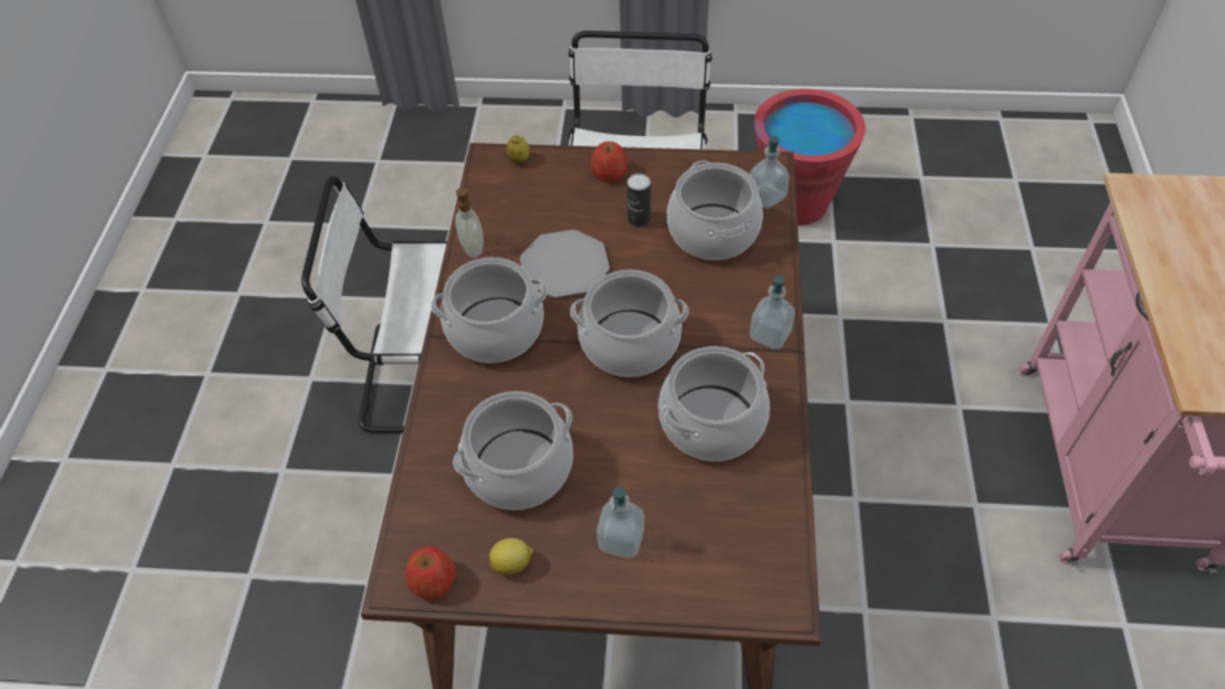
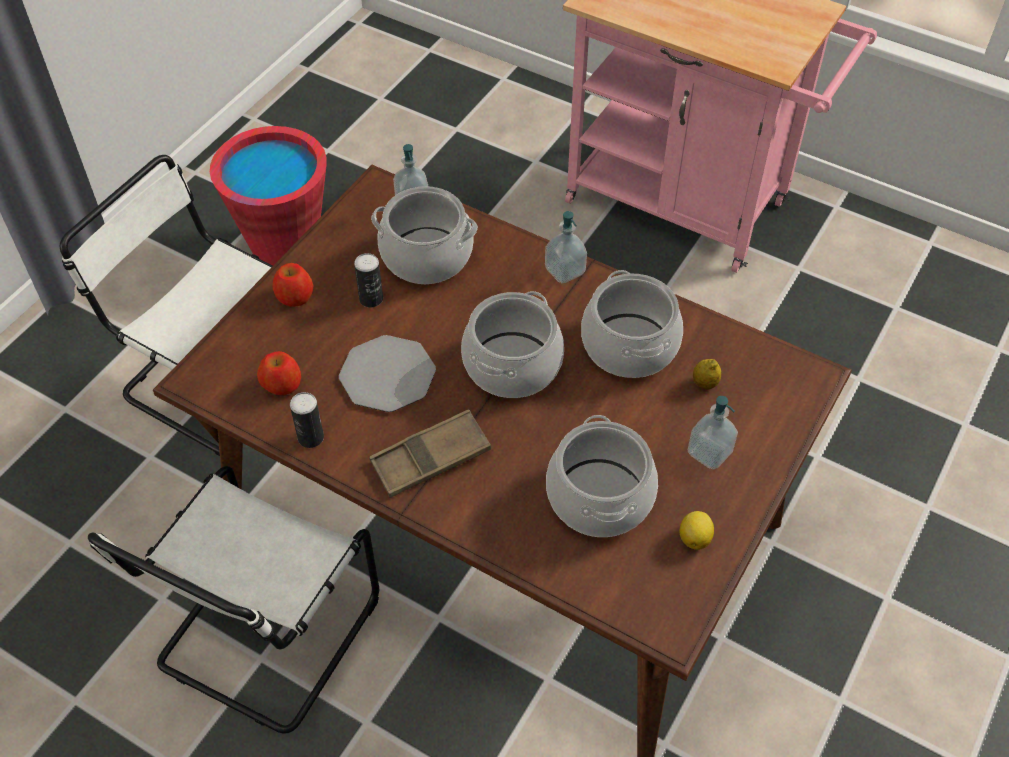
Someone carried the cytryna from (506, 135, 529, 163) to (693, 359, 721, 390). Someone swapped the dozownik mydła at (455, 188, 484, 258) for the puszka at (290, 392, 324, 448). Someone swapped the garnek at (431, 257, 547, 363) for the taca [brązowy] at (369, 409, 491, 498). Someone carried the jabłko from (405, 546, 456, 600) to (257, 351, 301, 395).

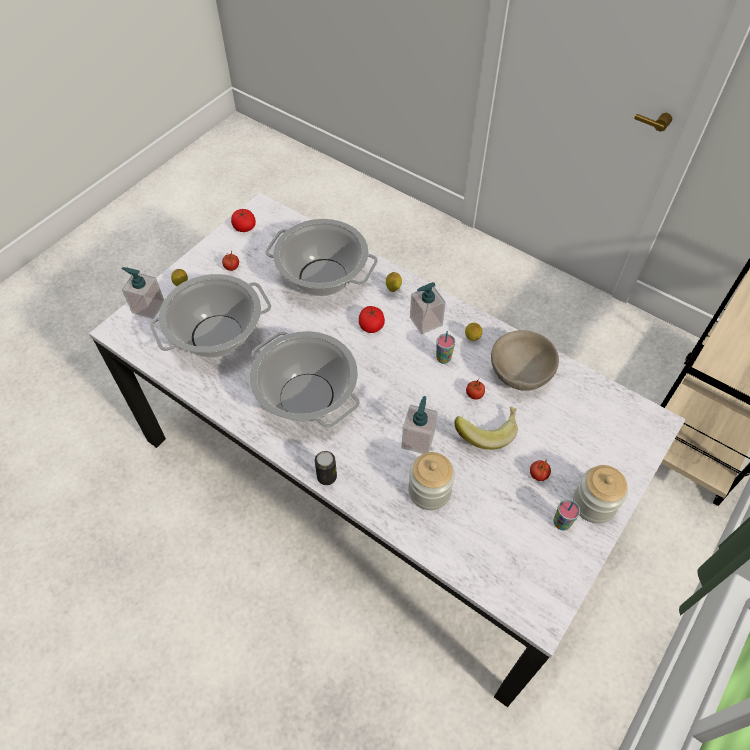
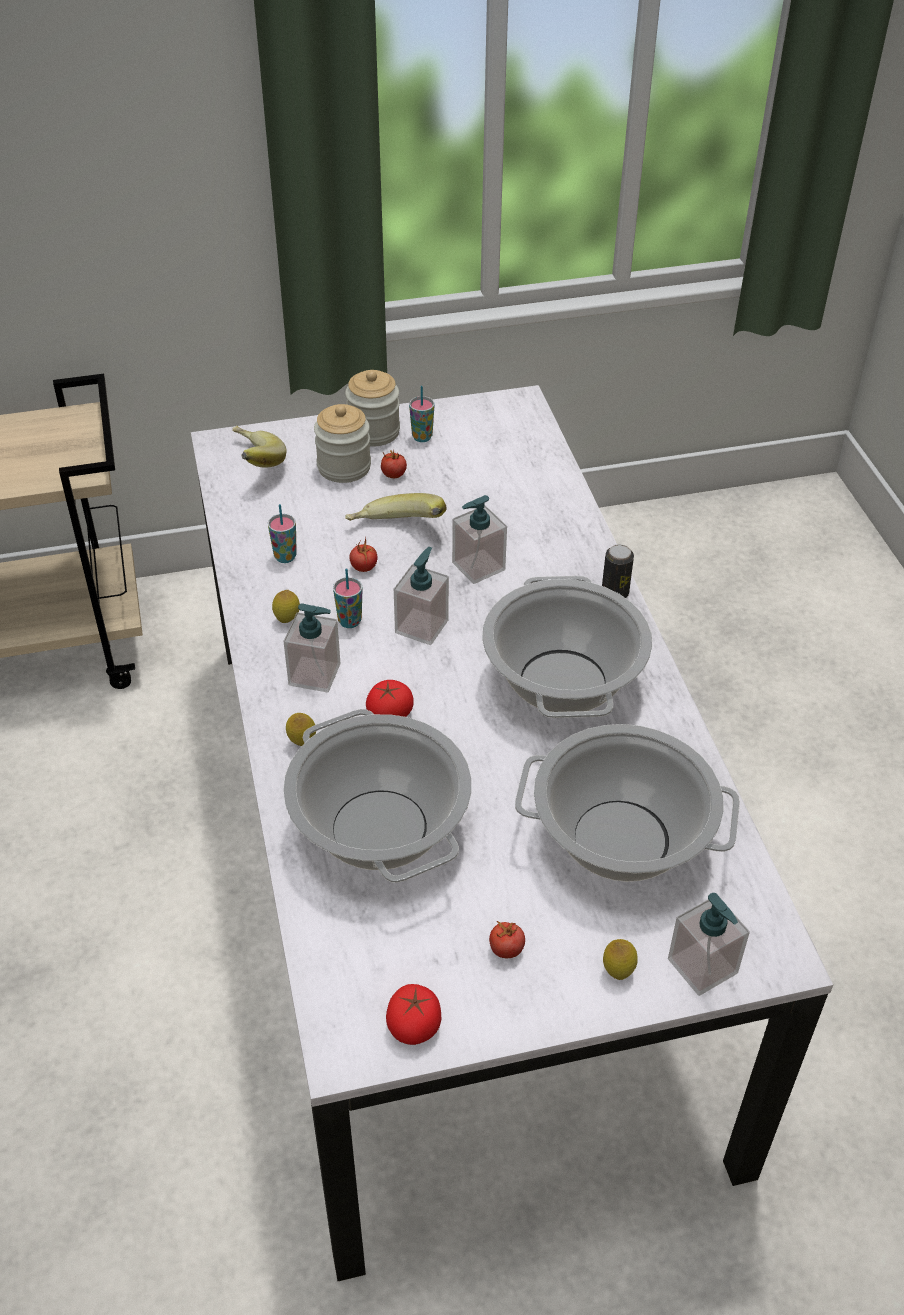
Someone swapped the miska [beżowy] at (491, 330, 559, 391) for the filiżanka at (268, 504, 297, 563). Someone carried the słoik from (408, 452, 455, 510) to (314, 404, 371, 483). Someone put down the banan at (232, 426, 287, 468). Someone put down the dozownik mydła at (394, 547, 449, 645).

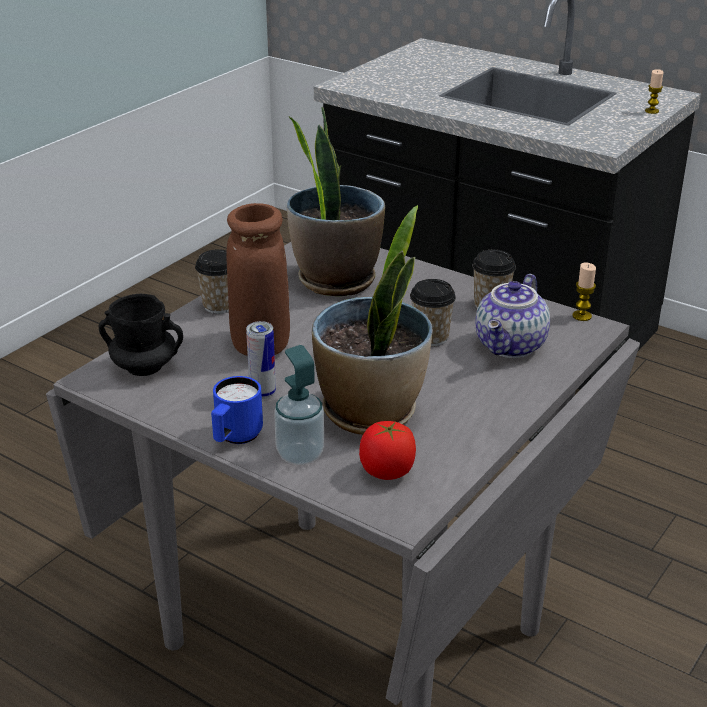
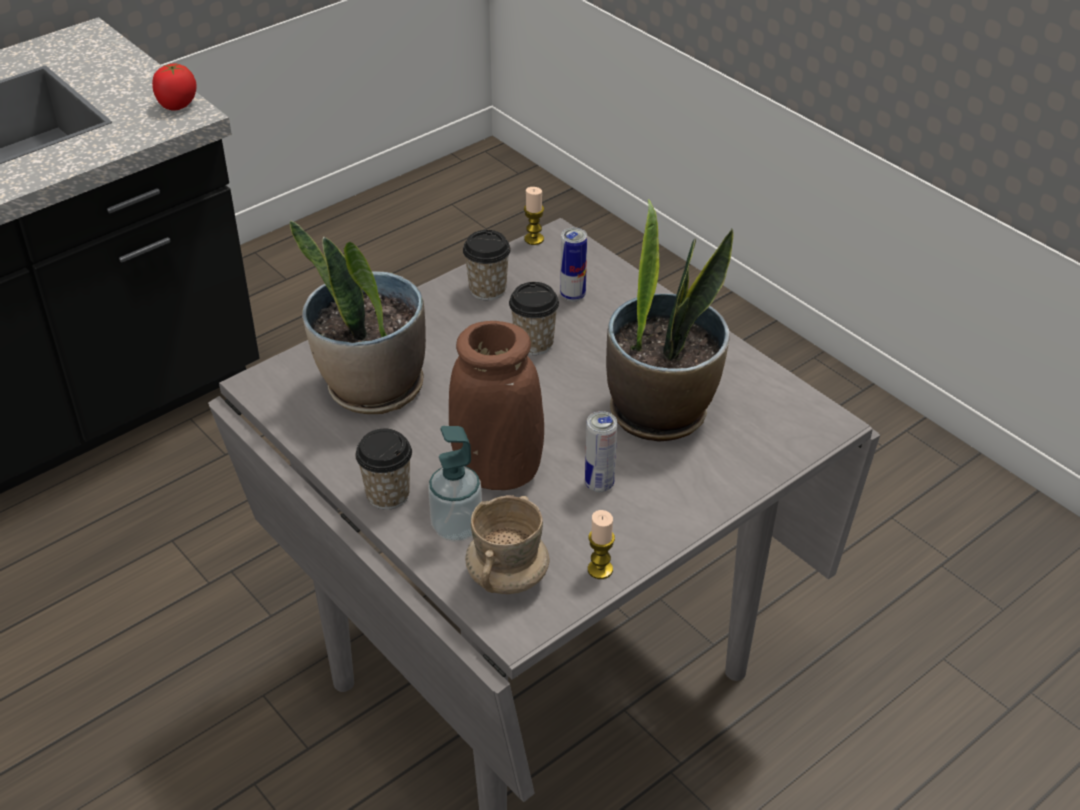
Someone carried the świeca from (645, 69, 664, 114) to (588, 510, 615, 579). Someone swapped the imbryk at (475, 274, 550, 358) for the puszka at (560, 227, 587, 302). Someone repainted the kubek [czarny] at (99, 294, 183, 376), which became the kubek [beżowy] at (465, 495, 550, 594). Someone carried the dozownik mydła from (274, 345, 324, 465) to (428, 426, 482, 542). Someone took away the kubek [niebieski] at (211, 376, 263, 444). Someone carried the pomidor from (359, 421, 416, 480) to (152, 63, 197, 111).

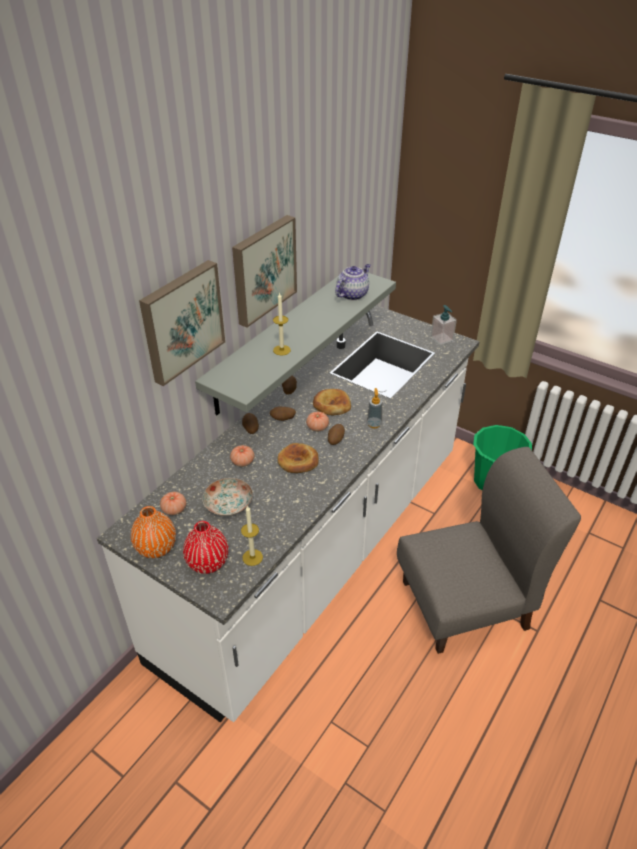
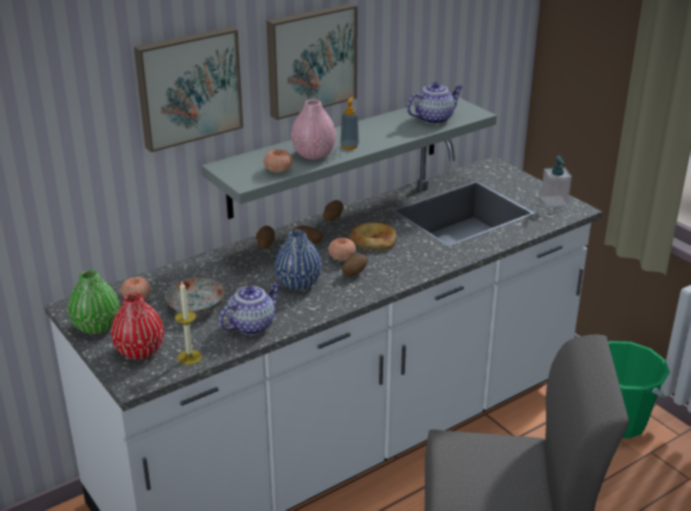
Someone swapped the świeca at (273, 292, 291, 355) for the wazon [różowy] at (291, 99, 336, 160). Someone carried the dozownik mydła from (367, 388, 382, 428) to (340, 97, 359, 150). Someone swapped the chleb at (278, 443, 319, 473) for the wazon [niebieski] at (275, 230, 322, 290). Someone carried the pomidor from (230, 445, 254, 467) to (264, 149, 293, 173). Someone repainted the wazon [pomarańczowy] at (131, 506, 176, 558), which became the wazon [zielony] at (68, 270, 120, 334). Someone put down the imbryk at (218, 282, 281, 335).

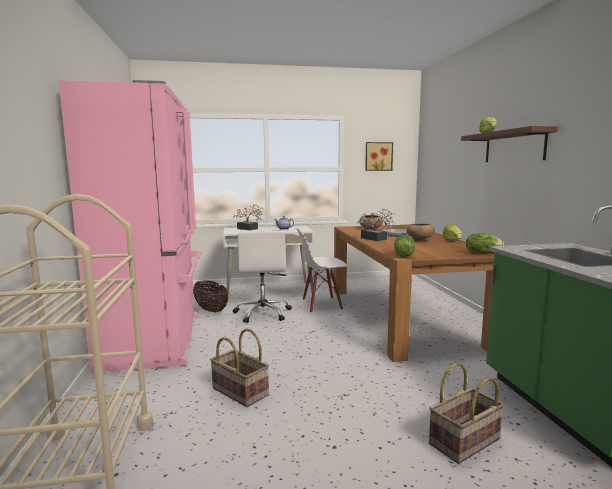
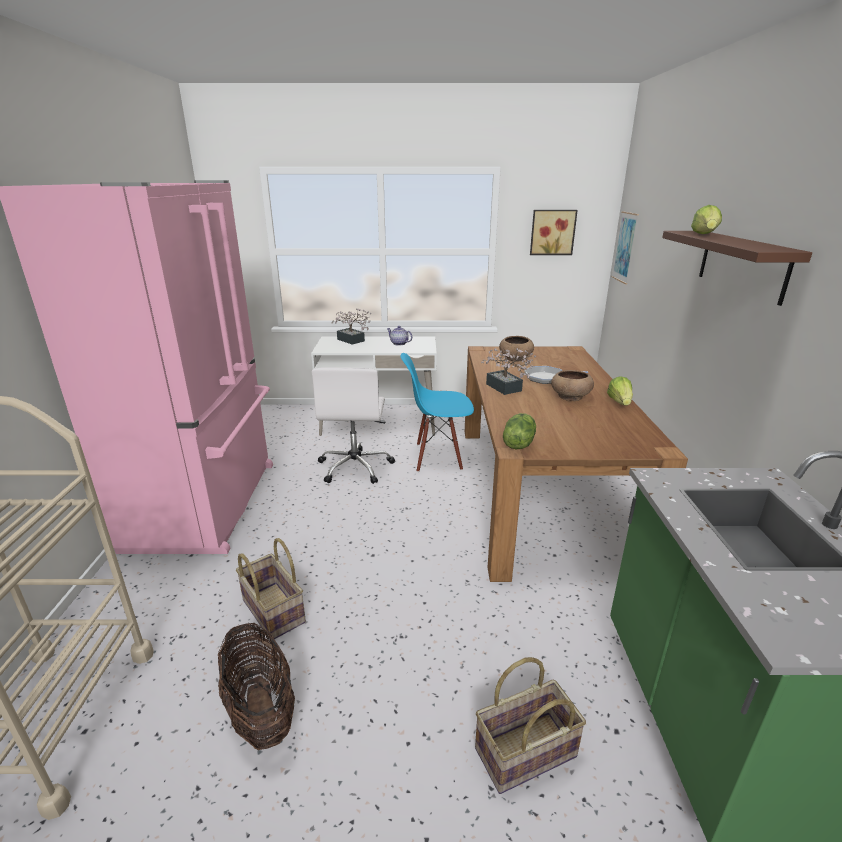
Someone repainted the krzesło [biały] at (294, 227, 348, 313), which became the krzesło [niebieski] at (401, 353, 474, 472). Someone took away the sałata at (466, 233, 504, 254). Someone carried the koszyk from (193, 280, 228, 312) to (218, 623, 295, 750). Someone put up the obraz at (611, 211, 639, 285).

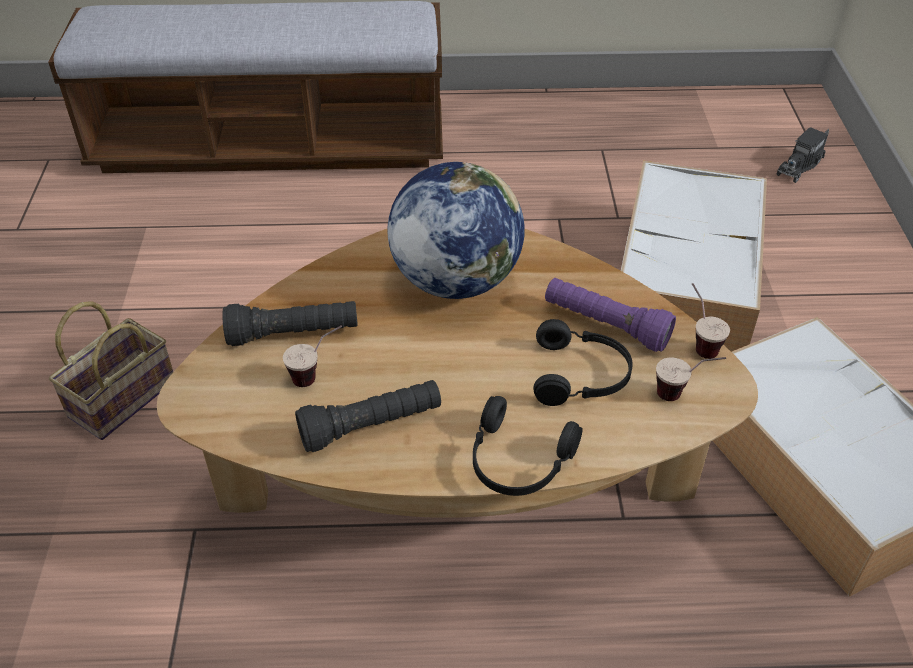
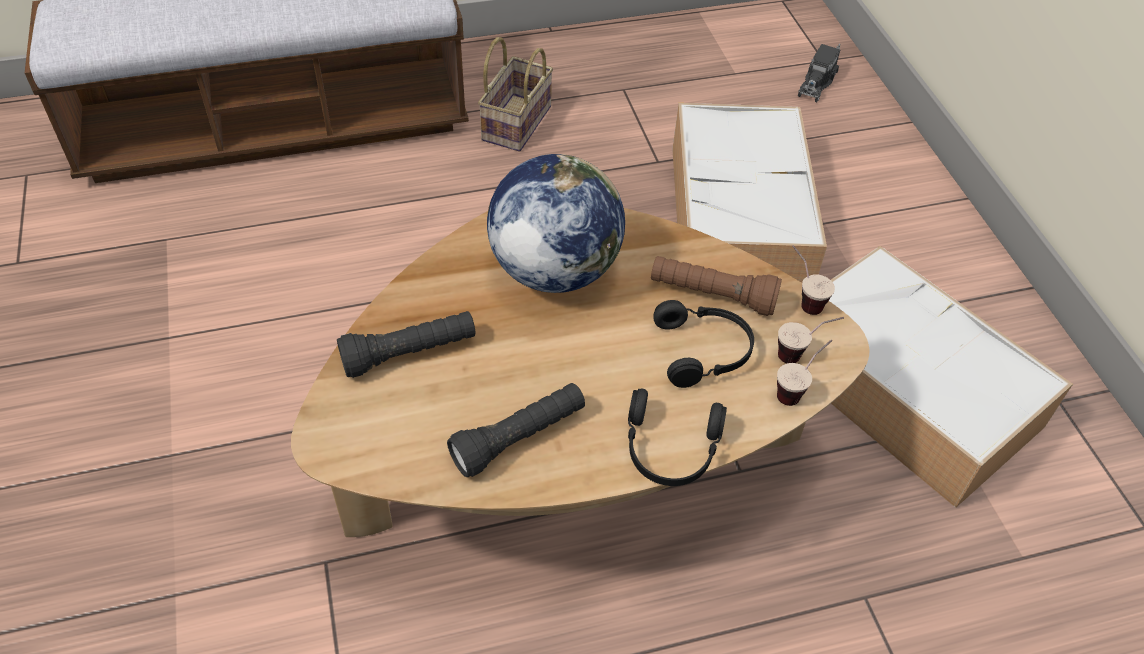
Someone repainted the latarka [fioletowy] at (545, 278, 676, 352), which became the latarka [brązowy] at (651, 256, 782, 316). Someone carried the koszyk from (49, 301, 173, 440) to (478, 37, 553, 152). Someone carried the filiżanka from (283, 326, 342, 387) to (777, 340, 832, 406).

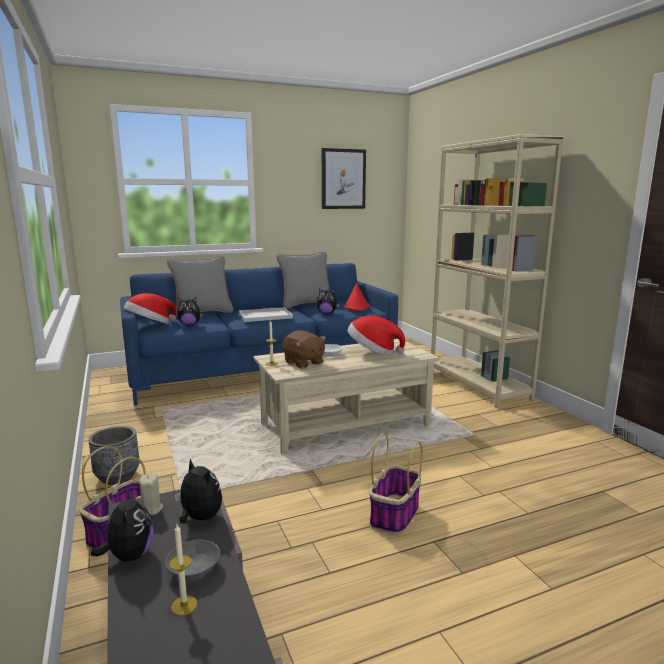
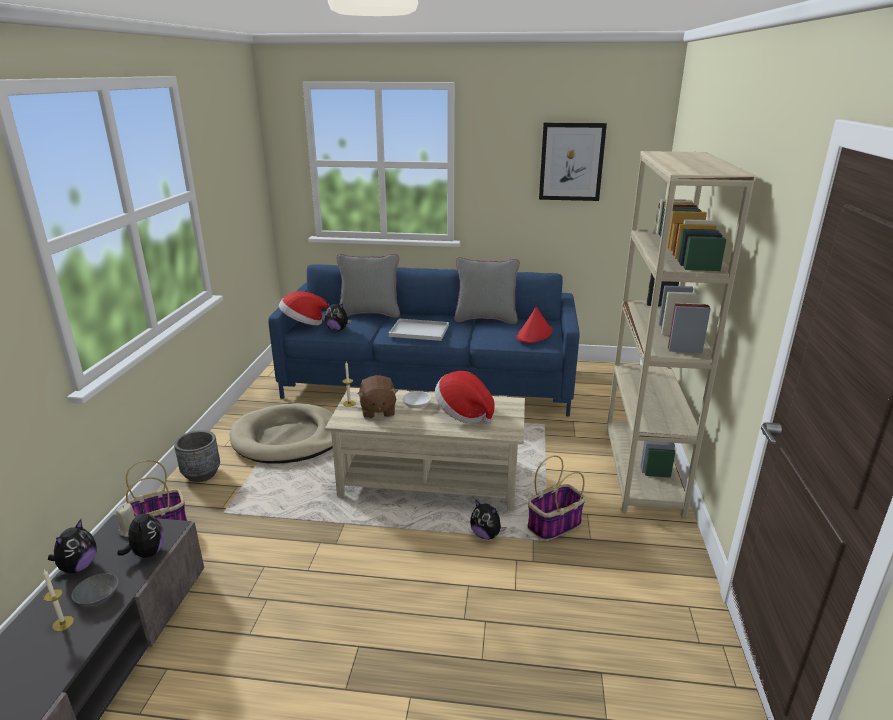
Someone carried the pluszak from (316, 288, 339, 314) to (470, 499, 506, 540). Someone carried the koszyk from (369, 433, 423, 534) to (527, 455, 586, 540). Someone put down the legowisko [beżowy] at (230, 403, 333, 463).

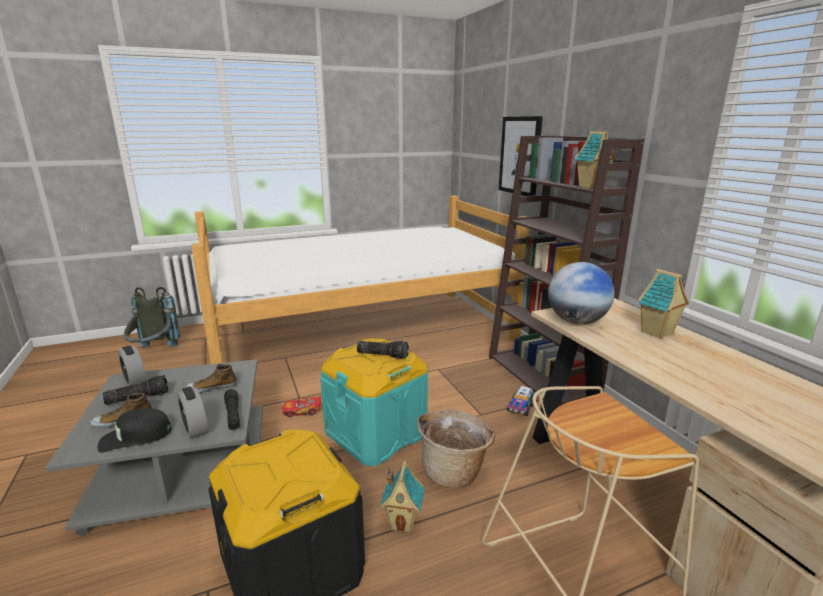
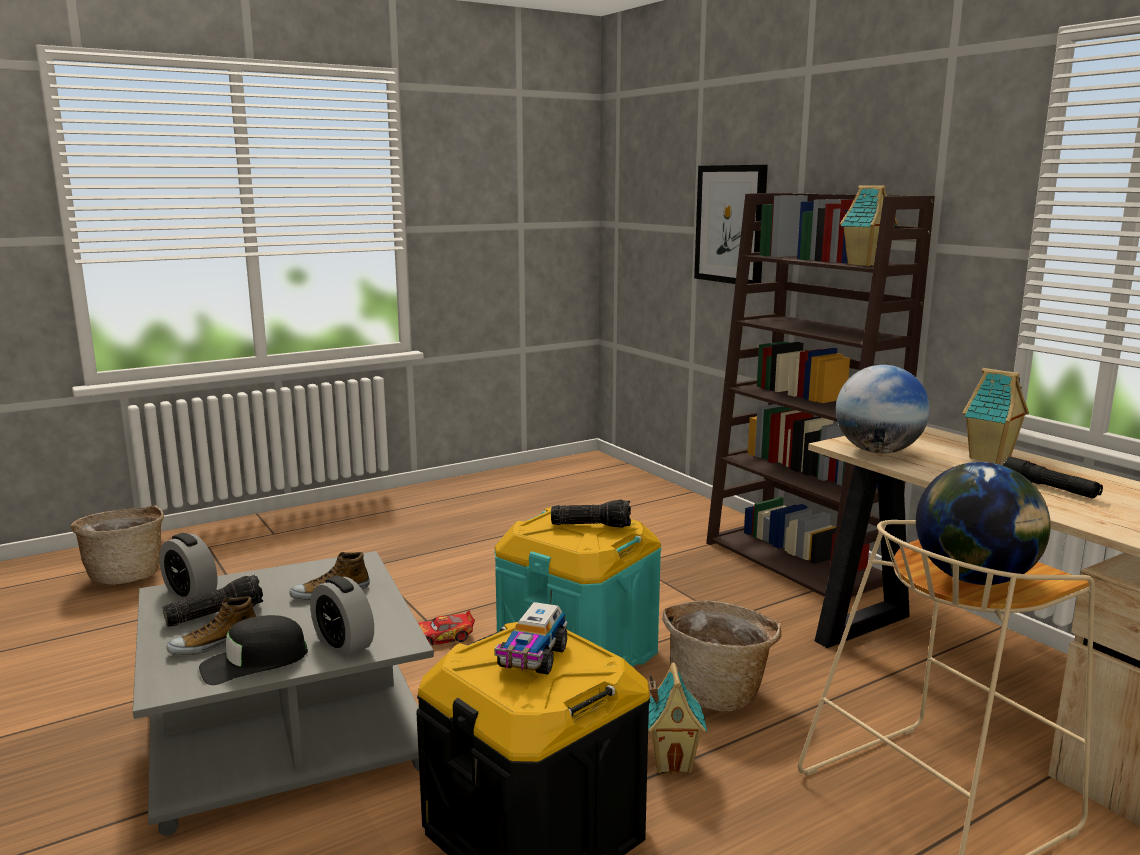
Someone took away the łóżko at (191, 196, 530, 364). Someone swapped the plecak [szary] at (124, 287, 180, 347) for the koszyk at (71, 505, 164, 585). Someone carried the ciężarówka zabawkowa from (507, 386, 534, 416) to (494, 602, 567, 675). Someone carried the latarka [czarny] from (224, 389, 240, 430) to (1003, 457, 1103, 499). Someone put down the globus at (916, 462, 1051, 585).

